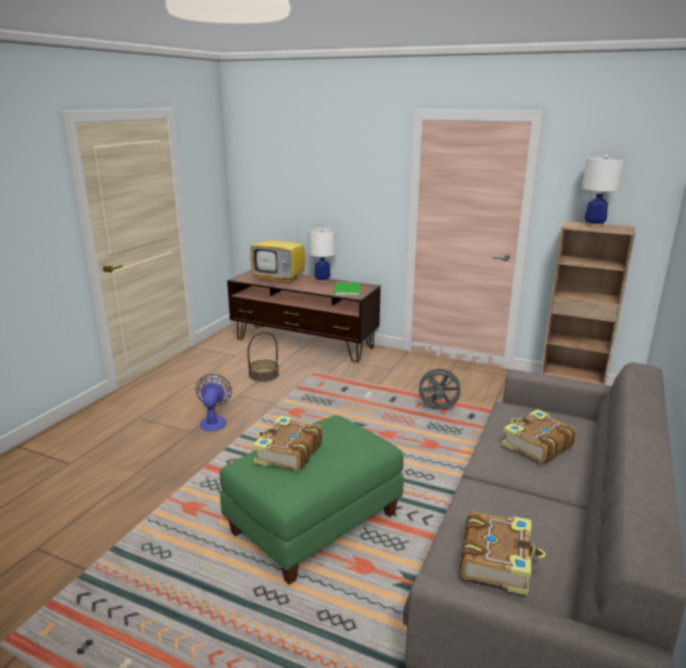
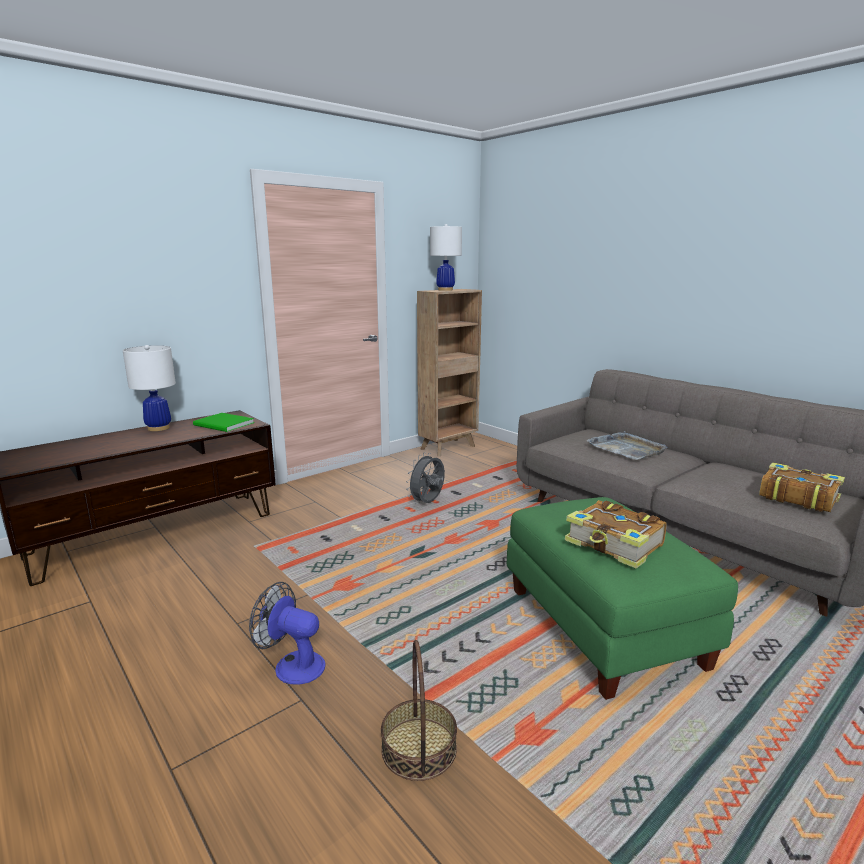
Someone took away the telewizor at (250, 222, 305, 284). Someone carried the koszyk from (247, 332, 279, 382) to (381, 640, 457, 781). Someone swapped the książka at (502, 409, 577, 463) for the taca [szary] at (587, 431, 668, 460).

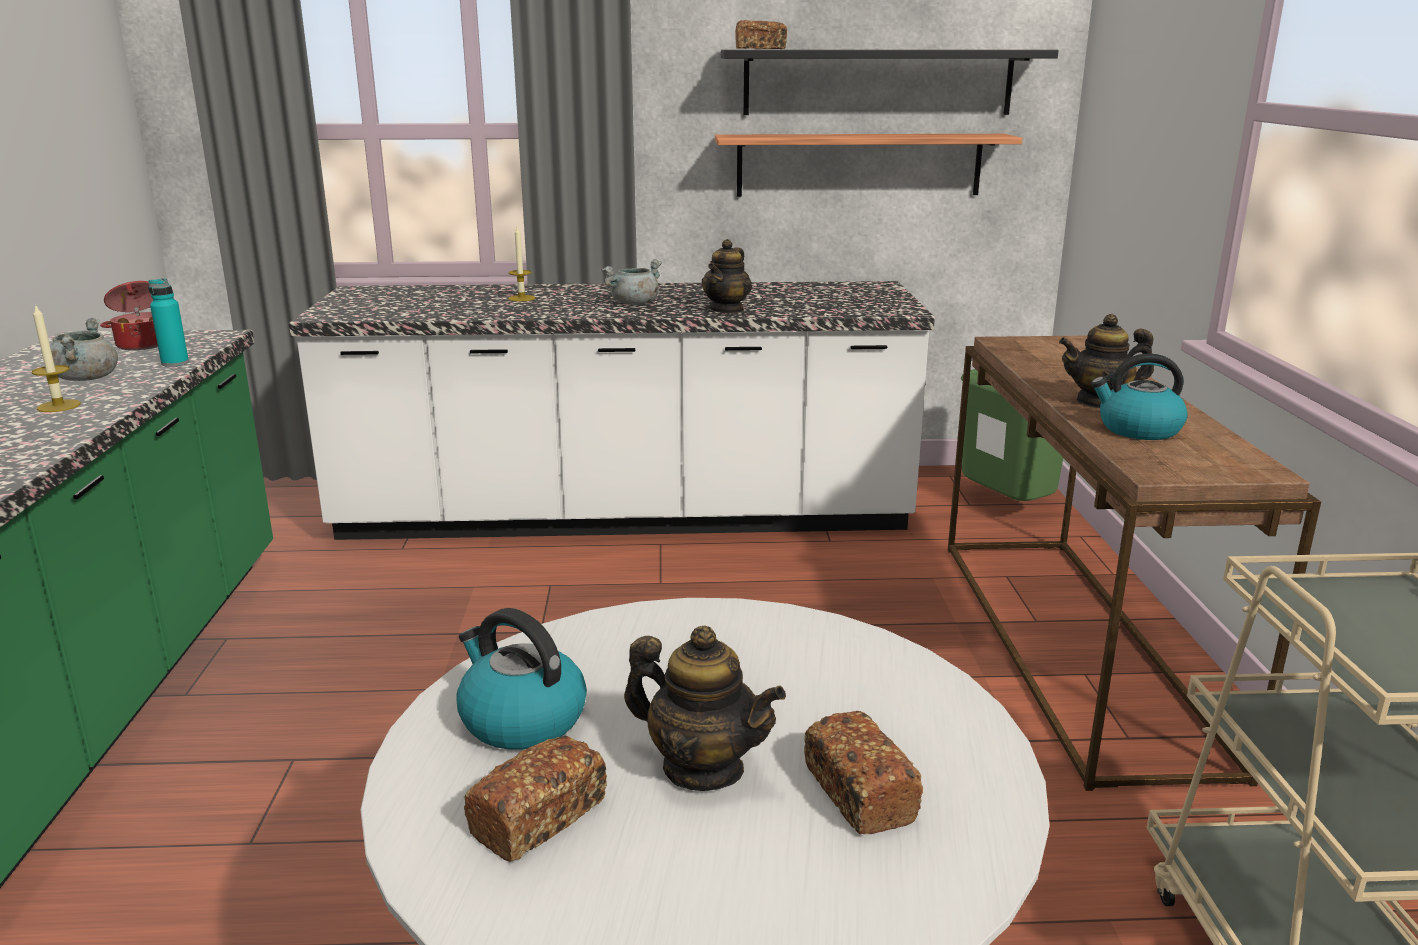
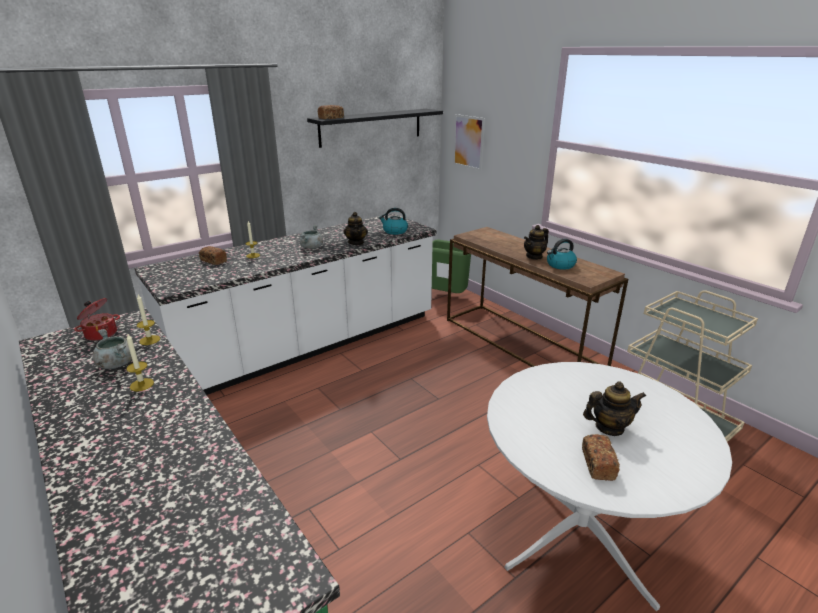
Someone took away the półka at (715, 134, 1023, 197). Someone swapped the butelka [turkusowy] at (148, 278, 189, 367) for the świeca at (137, 294, 160, 345). Someone carried the czajnik from (456, 608, 587, 750) to (379, 208, 408, 235). Someone carried the chleb from (804, 711, 923, 835) to (199, 246, 227, 265). Someone put up the obraz at (453, 114, 485, 171).

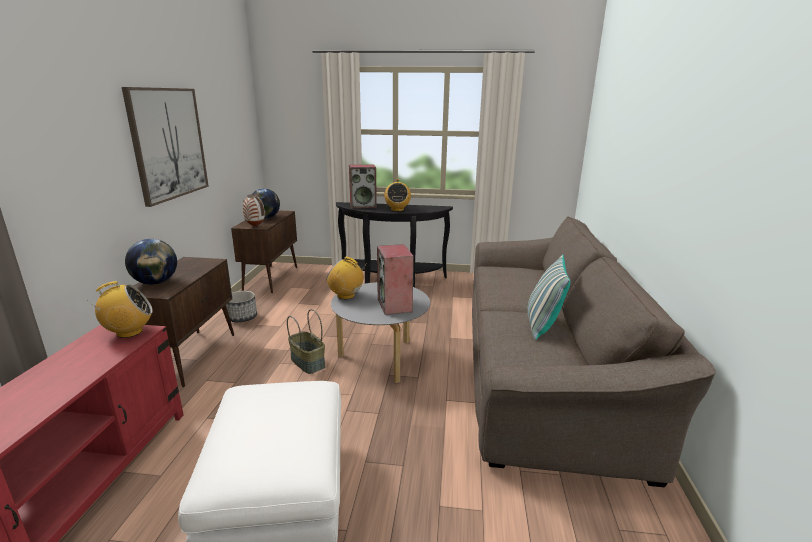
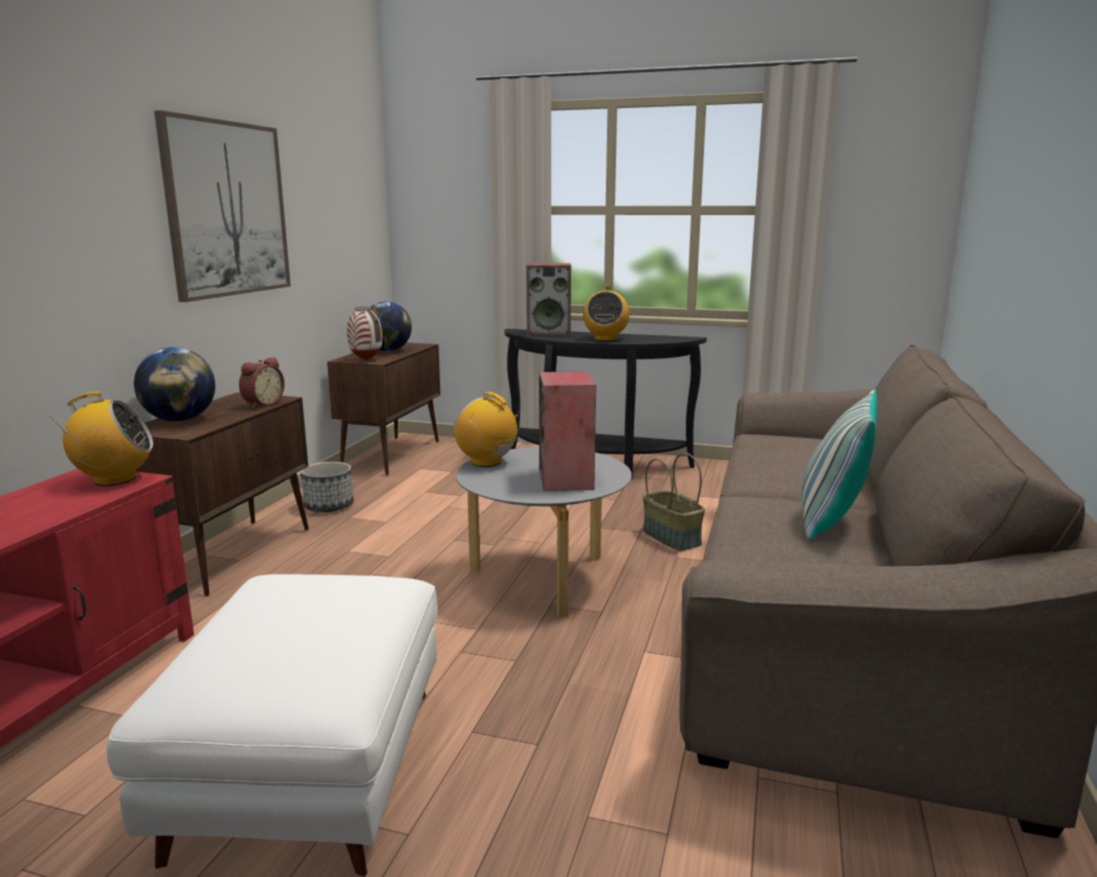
Someone carried the koszyk from (287, 309, 326, 374) to (643, 453, 705, 551). Someone put down the budzik at (239, 357, 285, 408).

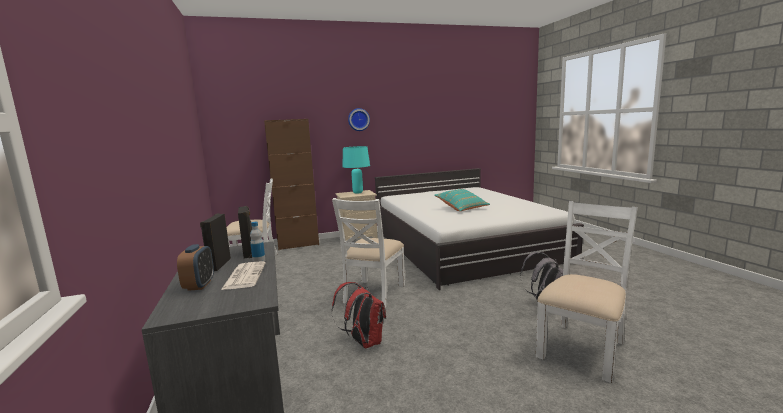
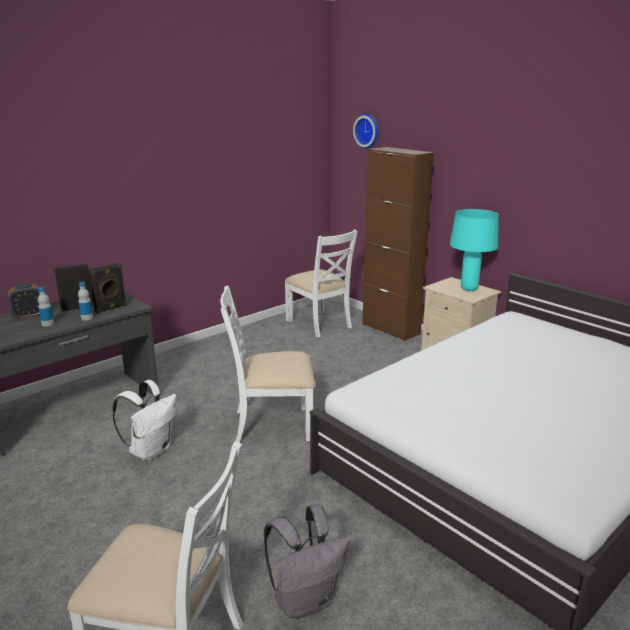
Someone carried the zegar ścienny from (348, 108, 370, 131) to (353, 114, 379, 149). Someone took away the poduszka [turkusowy] at (434, 189, 490, 211). Someone swapped the gazeta at (221, 261, 266, 290) for the butelka at (38, 287, 54, 327). Someone repainted the plecak [czerwony] at (332, 282, 386, 349), which became the plecak [biały] at (112, 380, 177, 461).

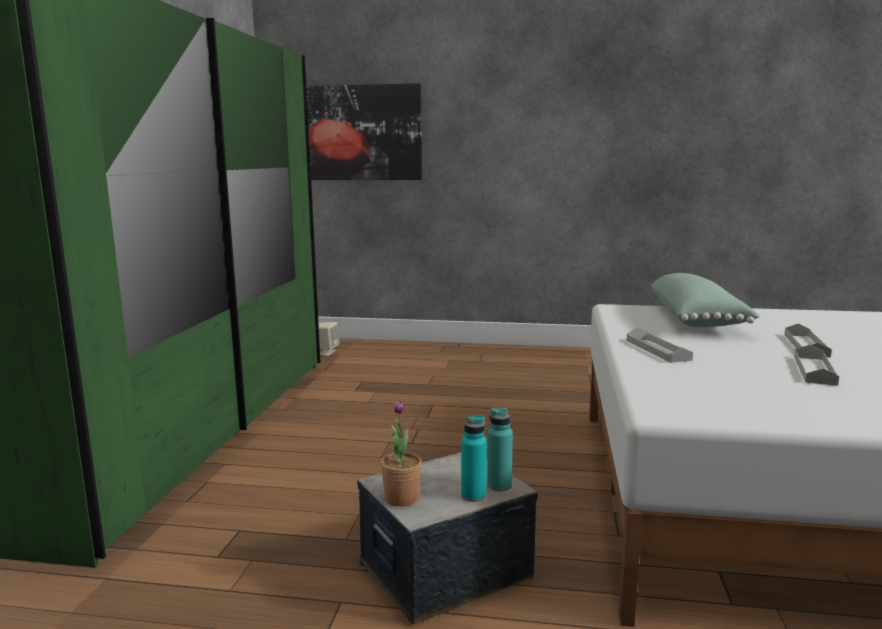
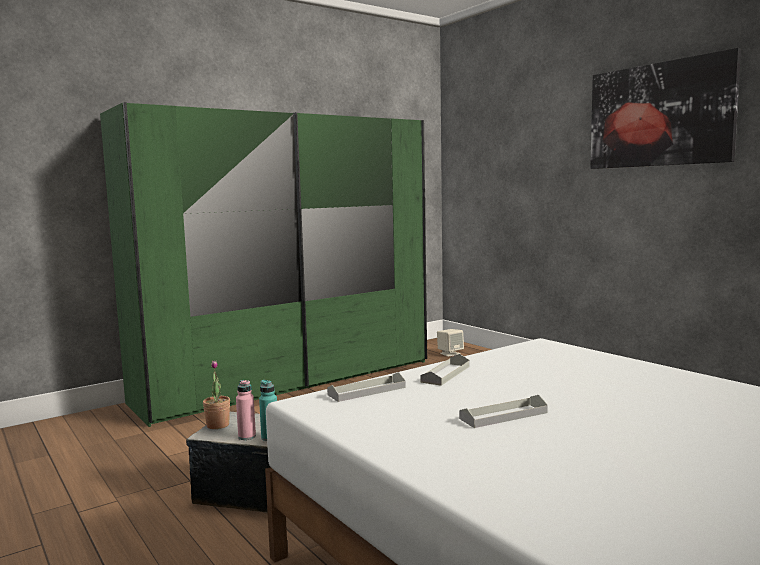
Someone carried the obraz from (307, 83, 422, 180) to (590, 48, 741, 169). Someone took away the poduszka [zielony] at (651, 273, 760, 327). Someone carried the taca [szary] from (784, 323, 832, 358) to (327, 372, 406, 402). Someone repainted the butelka [turkusowy] at (461, 415, 487, 502), which became the butelka [różowy] at (236, 380, 256, 440).

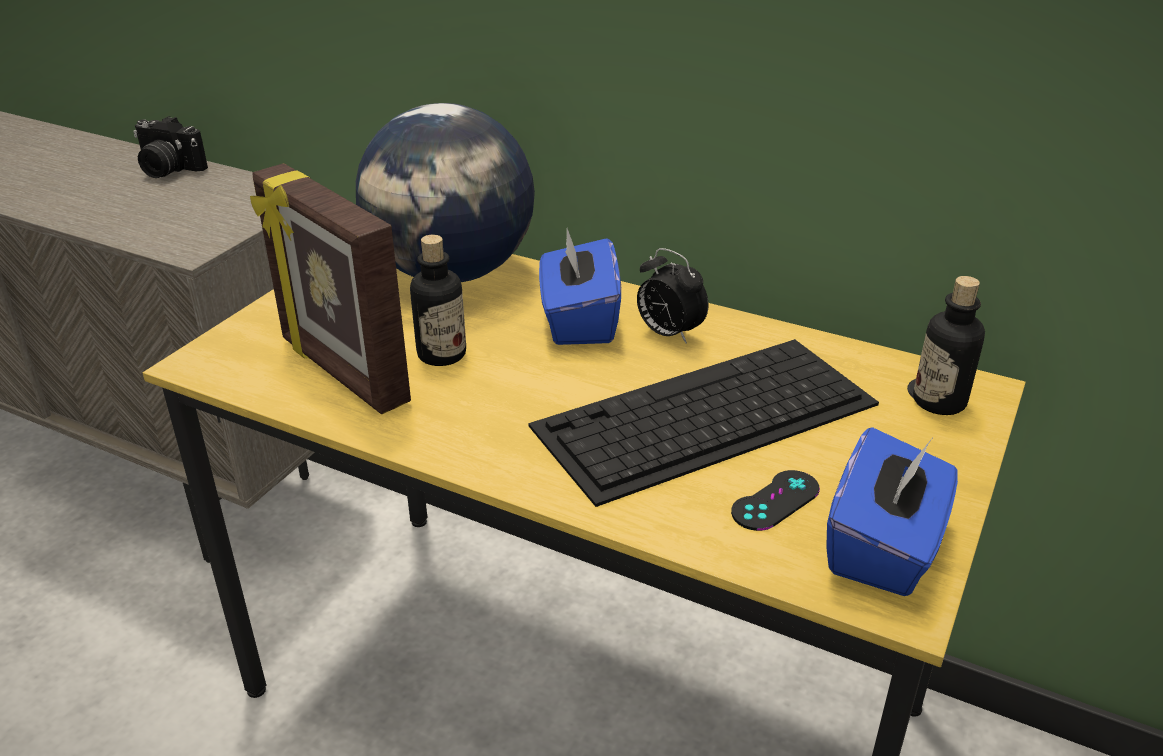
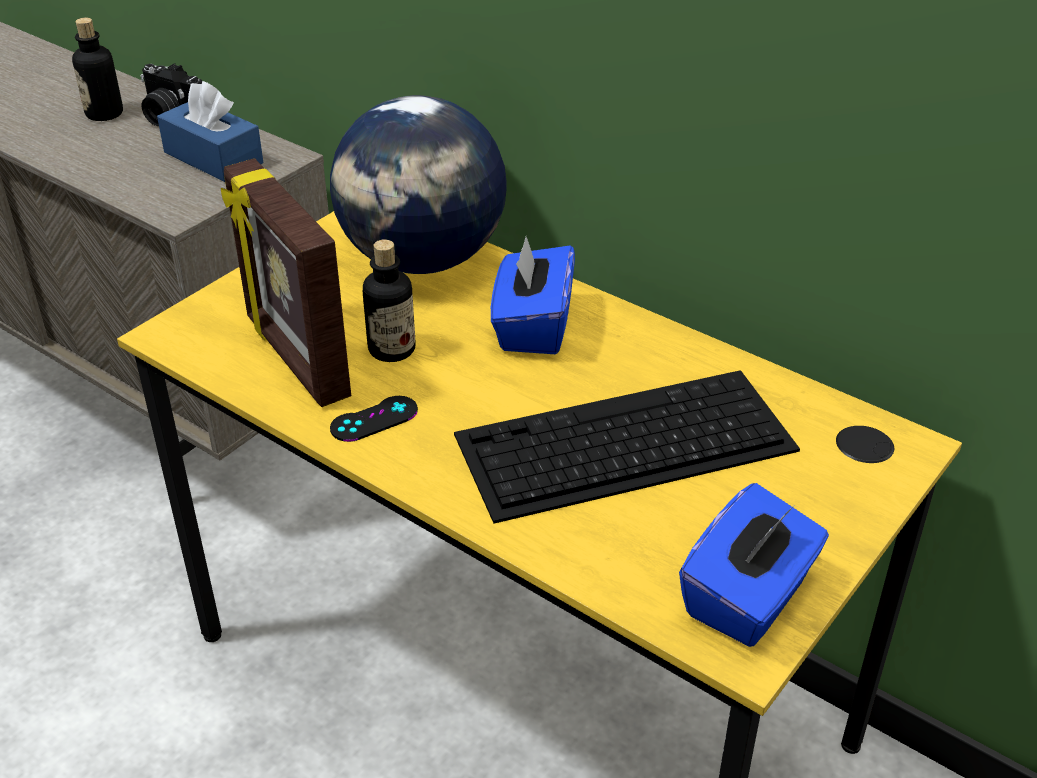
Someone took away the budzik at (637, 248, 709, 344). Someone carried the butelka from (913, 276, 985, 415) to (72, 18, 123, 121). Someone carried the pad do gier [czarny] from (731, 470, 820, 531) to (330, 396, 418, 442). Someone put down the pudełko chusteczek [niebieski] at (157, 81, 263, 182).

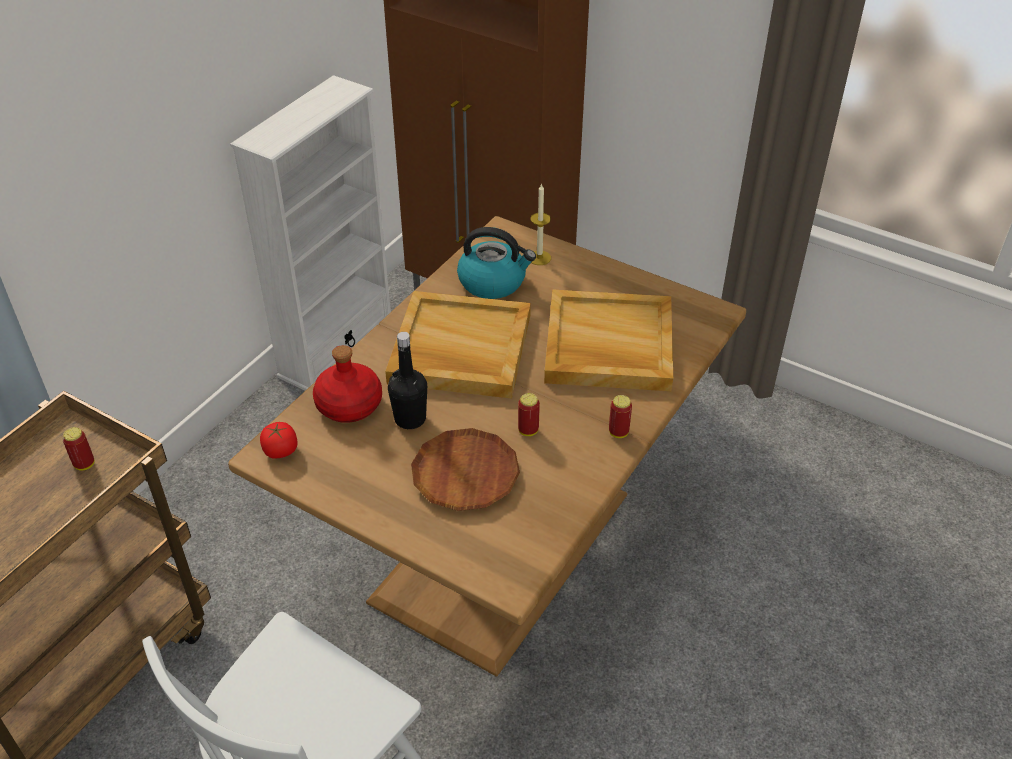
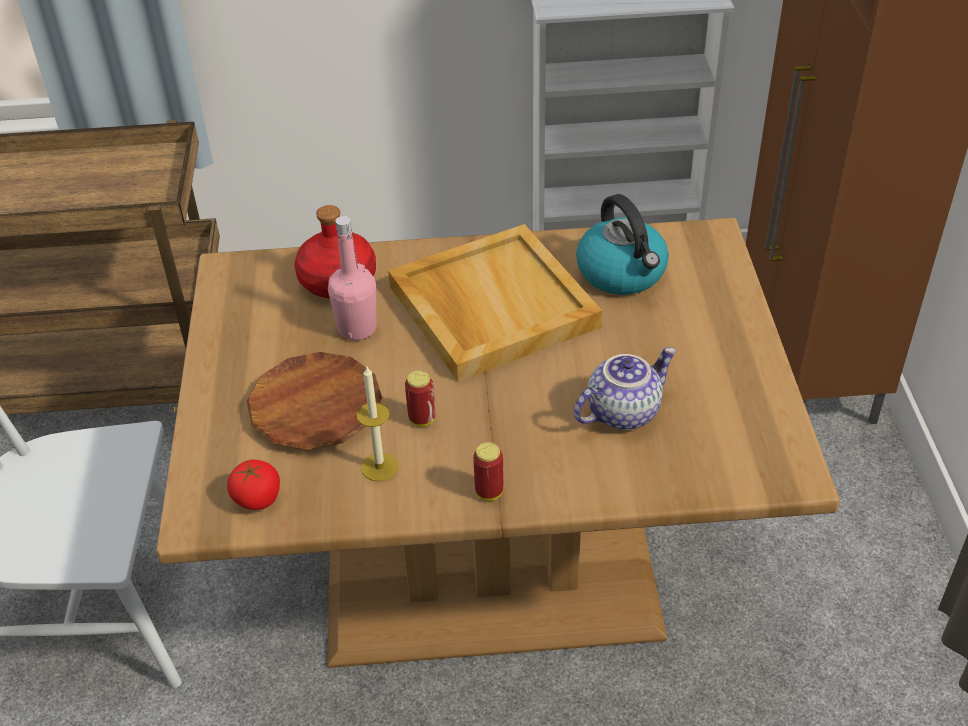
Someone carried the świeca from (530, 183, 551, 265) to (356, 365, 399, 482). Someone swapped the taca [beżowy] at (544, 289, 673, 391) for the imbryk at (574, 347, 677, 430). Someone repainted the butelka [czarny] at (388, 332, 427, 429), which became the butelka [różowy] at (328, 216, 376, 340). Someone carried the pomidor from (260, 422, 298, 459) to (227, 460, 280, 510). Someone took away the puszka at (63, 427, 95, 471).

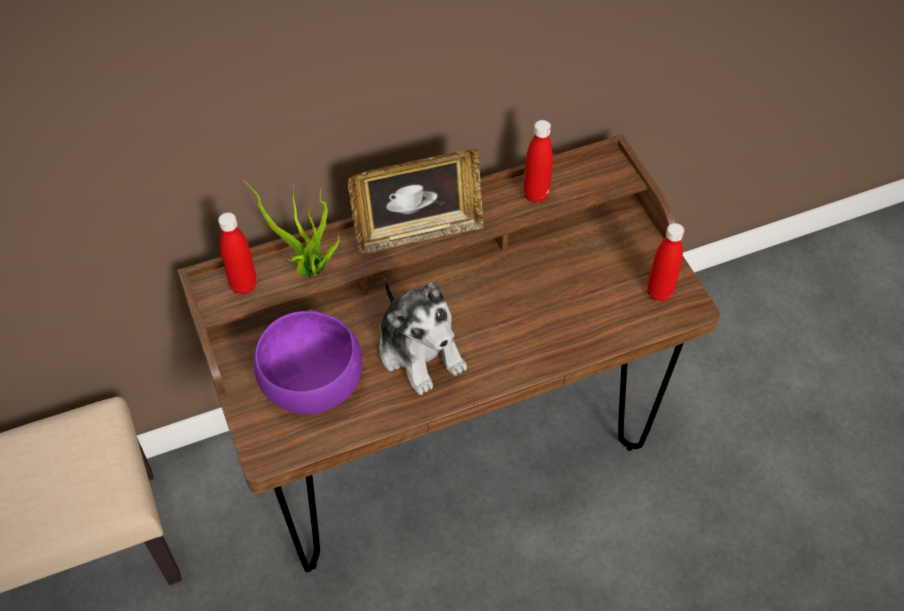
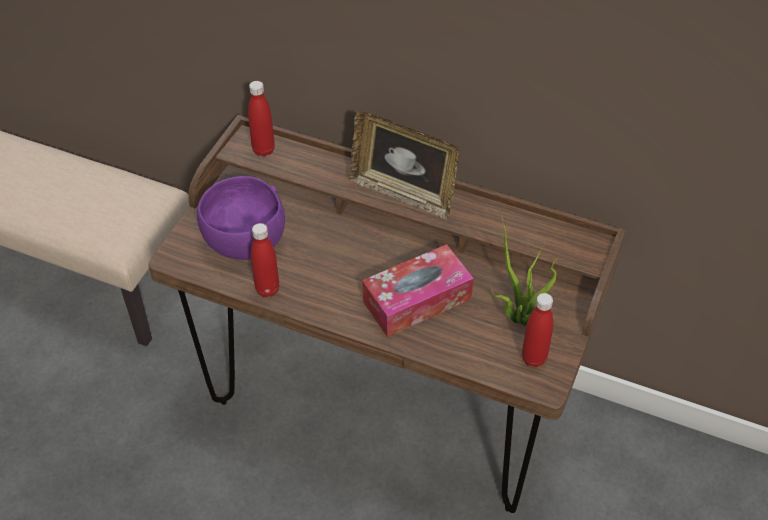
Someone carried the butelka [czerwony] from (523, 120, 553, 203) to (251, 223, 280, 297). Someone carried the roślina doniczkowa from (243, 180, 340, 277) to (490, 214, 558, 326). Someone took away the pluszak at (379, 278, 467, 395). Someone put down the pudełko chusteczek at (362, 244, 474, 337).

